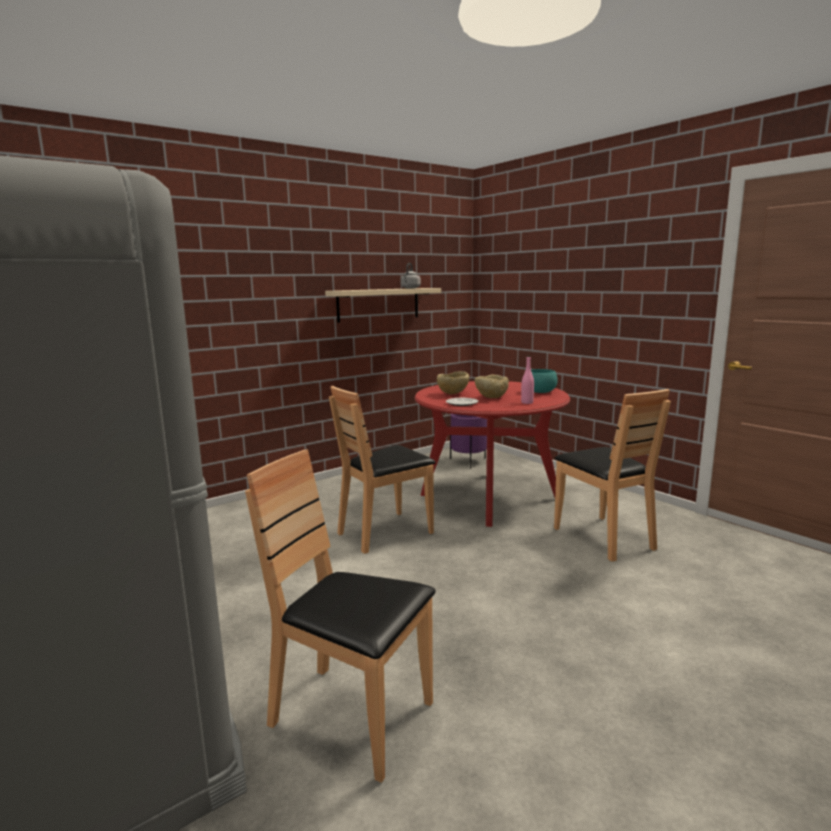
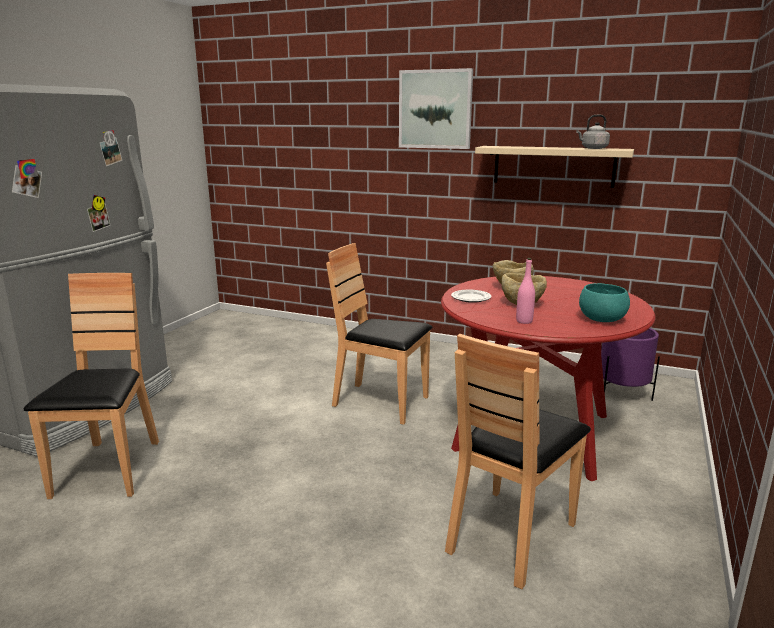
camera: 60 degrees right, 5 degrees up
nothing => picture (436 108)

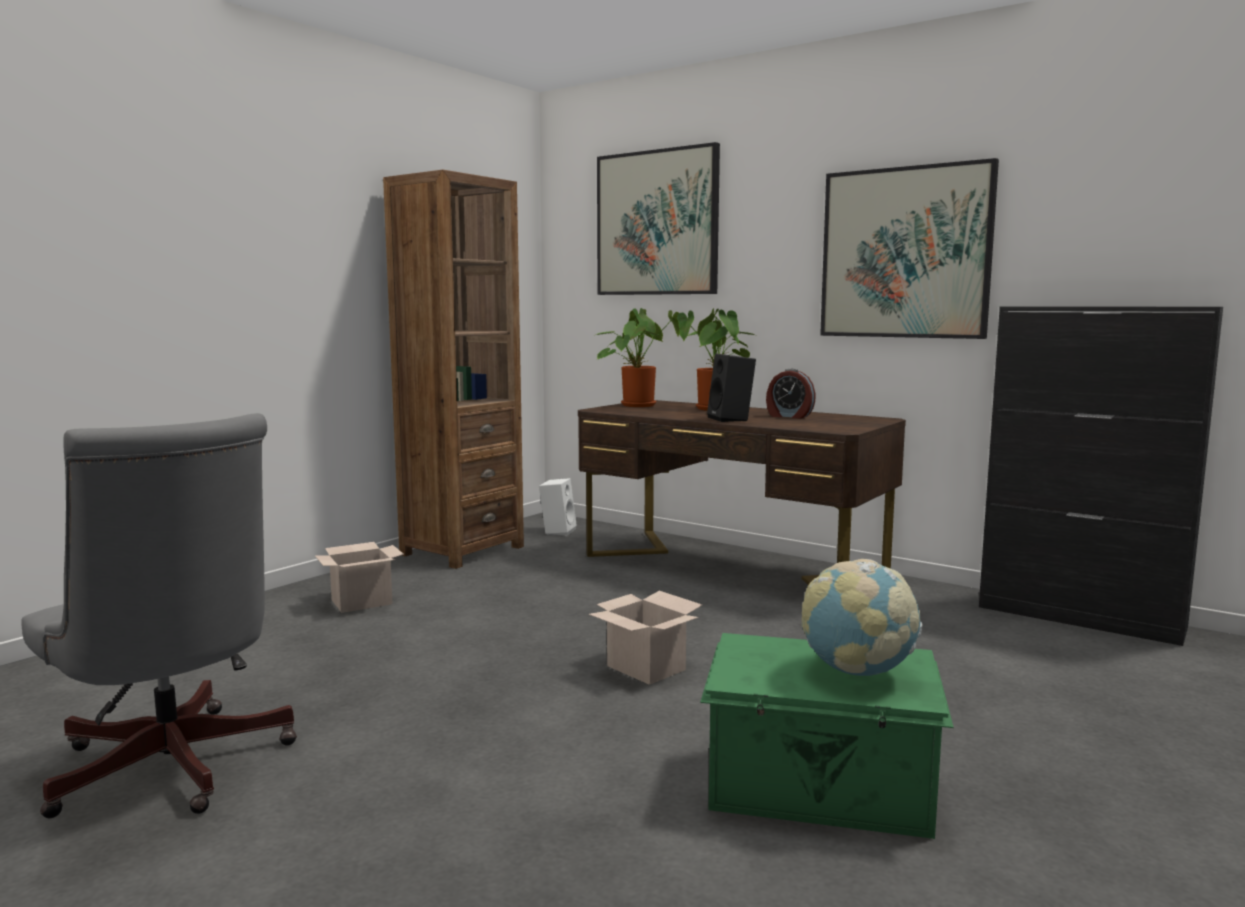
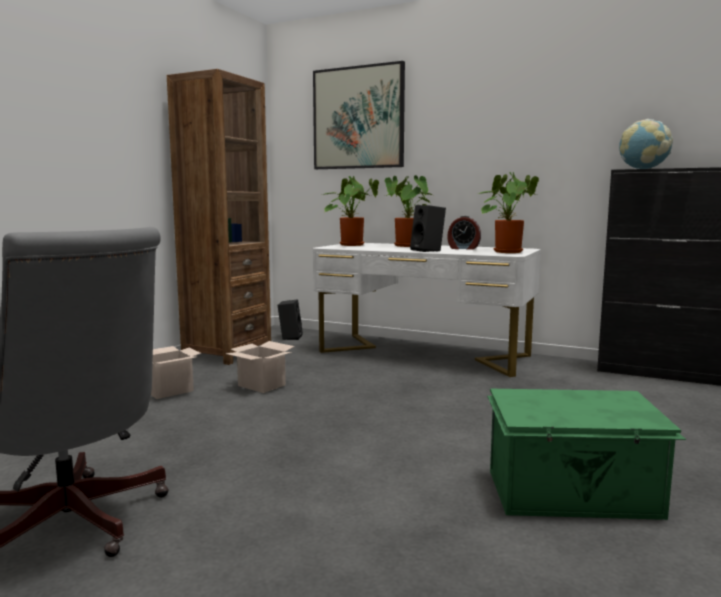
camera: 10 degrees left, 0 degrees up
white speaker (558 507) => black speaker (290 320)
brown desk (742 492) => white desk (427 310)
cardboard box (645 638) => cardboard box (260 367), shifted
globe (862 617) => globe (646 144), shifted
picture (909 248) => nothing
nothing => potted plant (508 212)

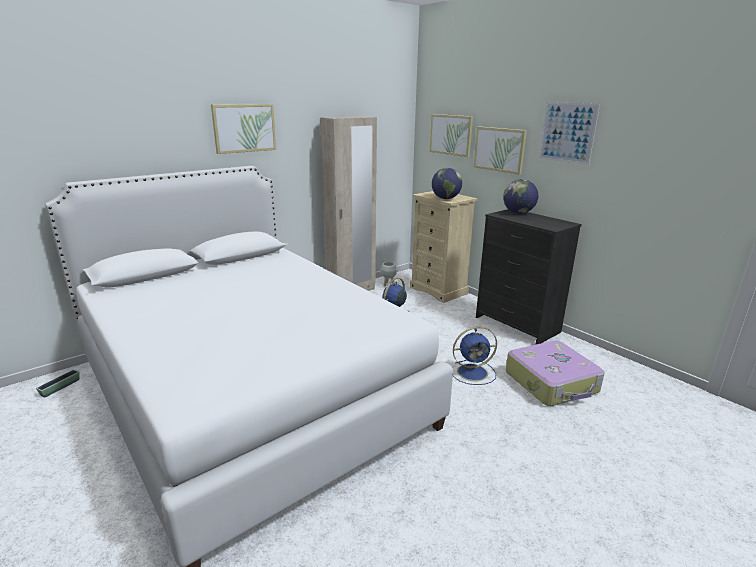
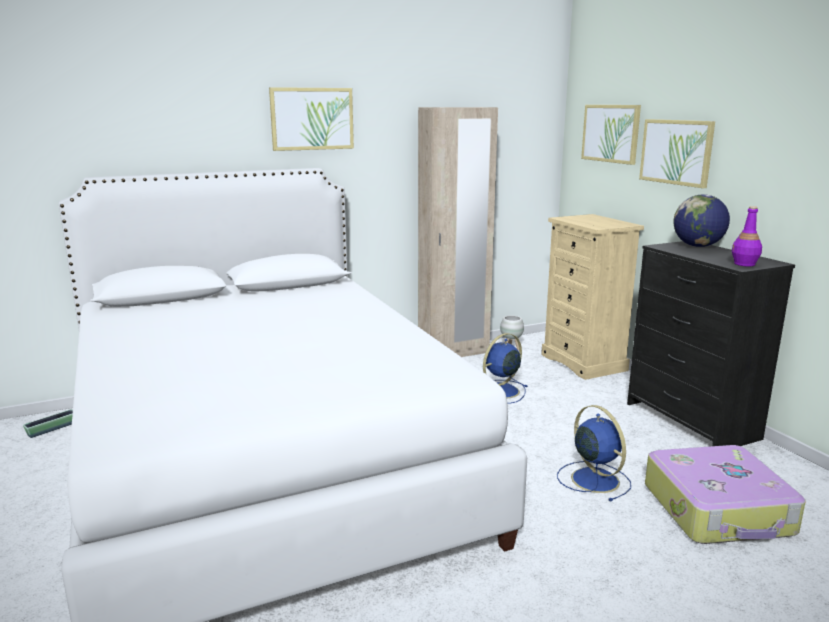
camera: 15 degrees right, 5 degrees down
globe (447 183) => nothing
blue fan (475 355) => blue fan (594 453), 120 degrees counterclockwise
picture (569 133) => nothing
nothing => purple bottle (747 236)

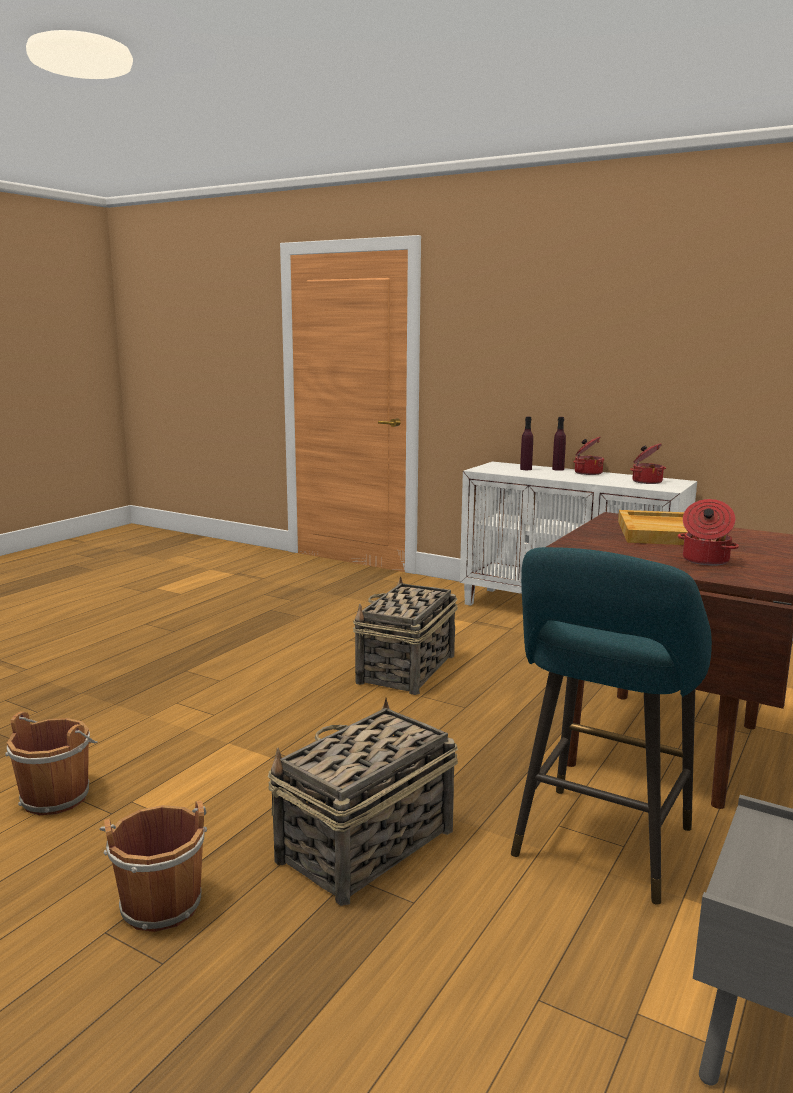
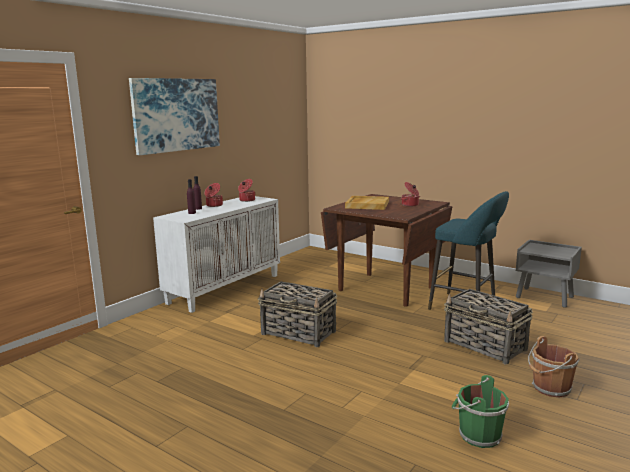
camera: 85 degrees left, 0 degrees up
brown bucket (51 763) => green bucket (480 411)
nothing => picture (174 116)

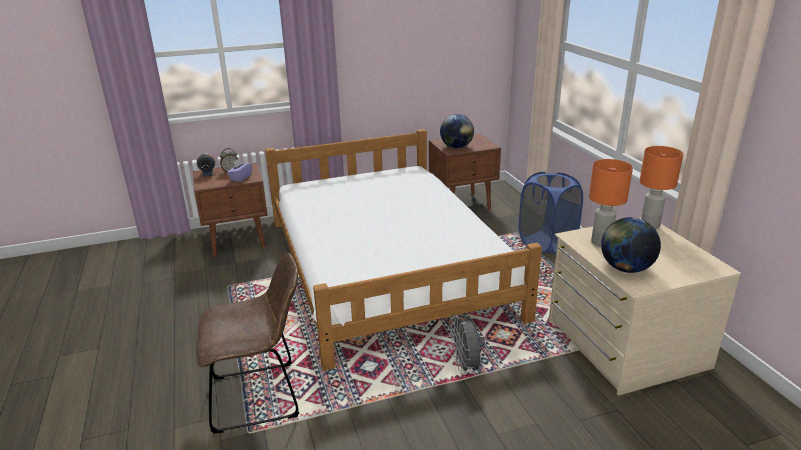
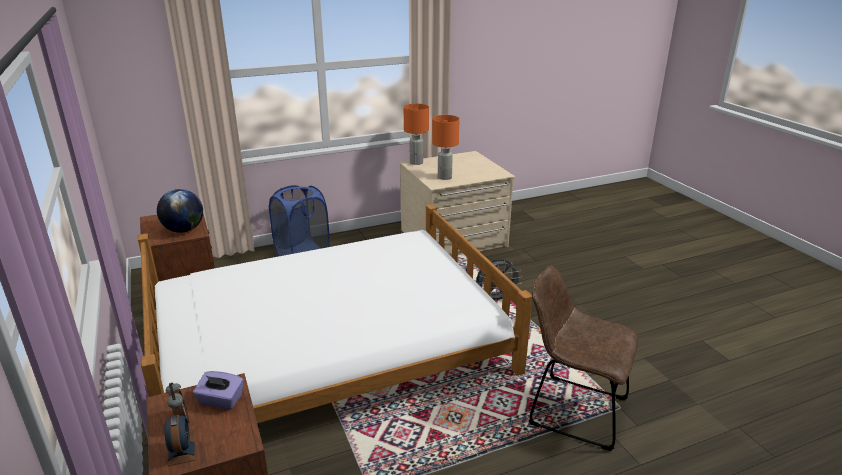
camera: 95 degrees left, 0 degrees up
brown chair (248 343) => brown chair (583 358), 45 degrees counterclockwise
globe (631 245) => nothing

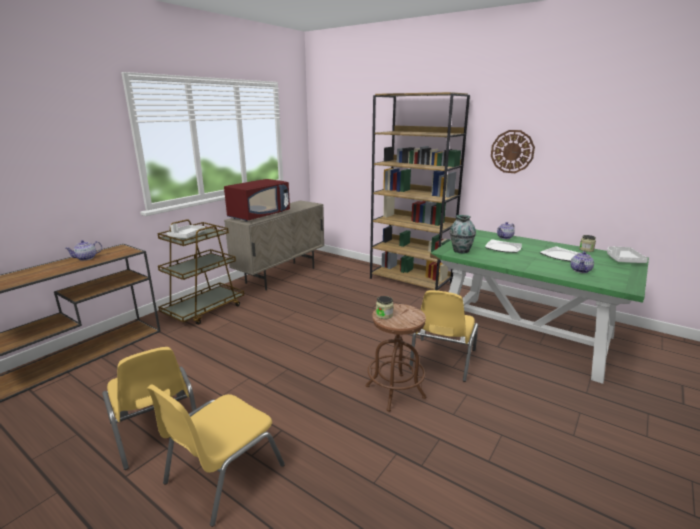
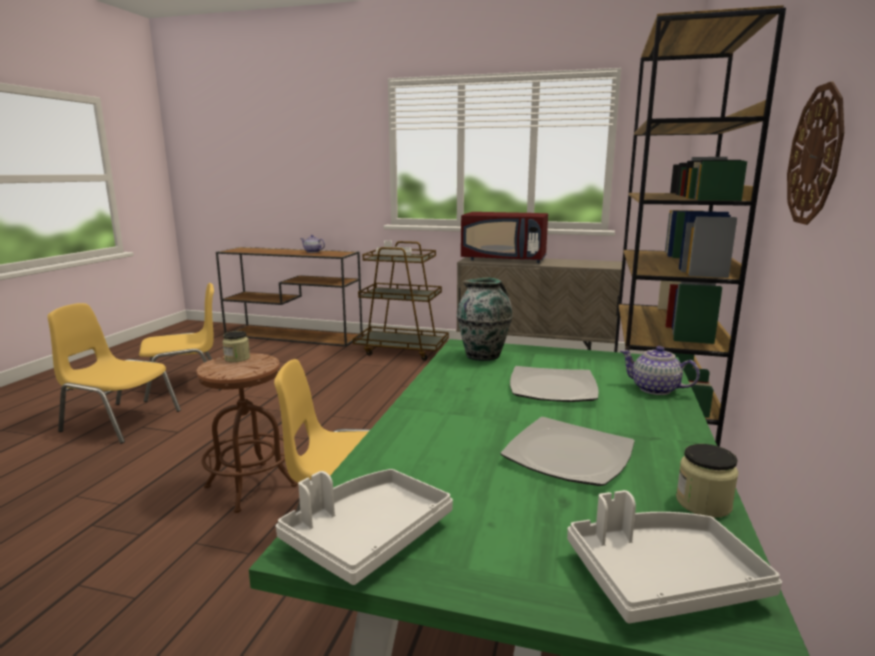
camera: 70 degrees right, 5 degrees down
yellow chair (149 408) => yellow chair (180 342), 150 degrees counterclockwise
teapot (582 262) => nothing
nothing => white tray (364 527)

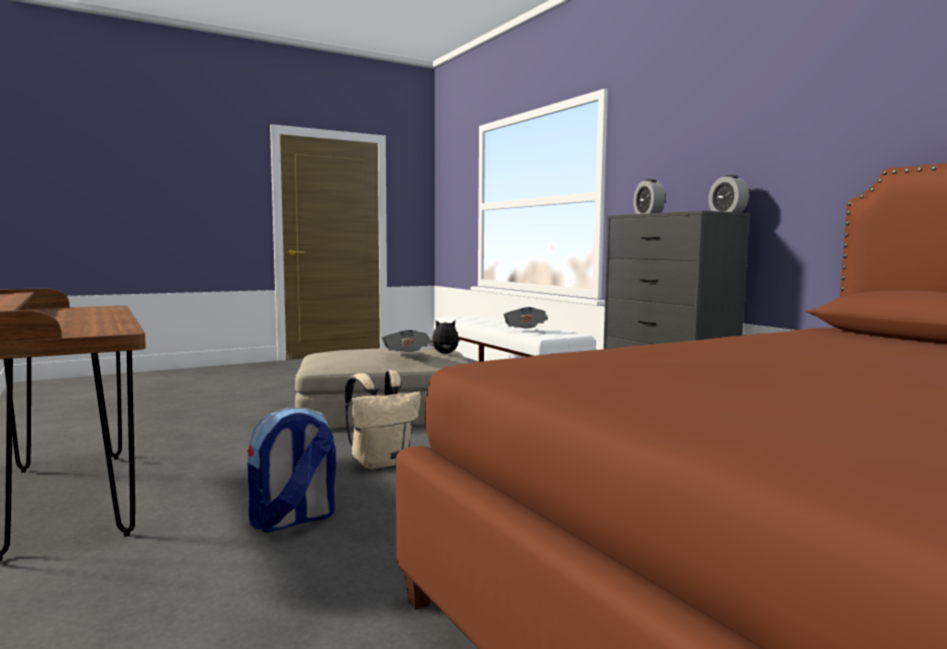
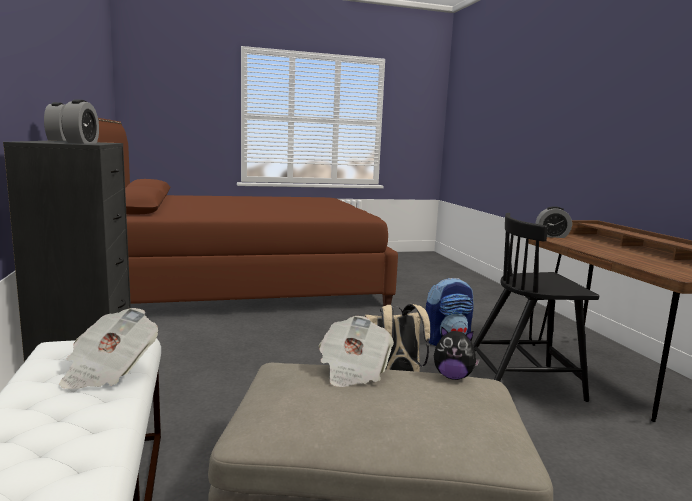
camera: 165 degrees left, 5 degrees up
plush toy (444 336) => plush toy (457 353), shifted
nothing => black chair (536 307)
nothing => alarm clock (554 222)

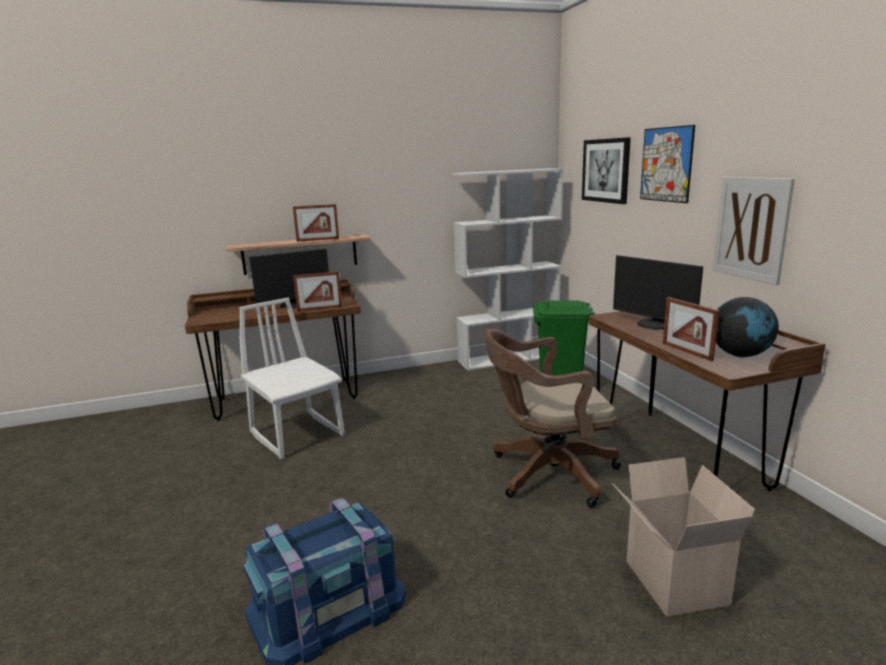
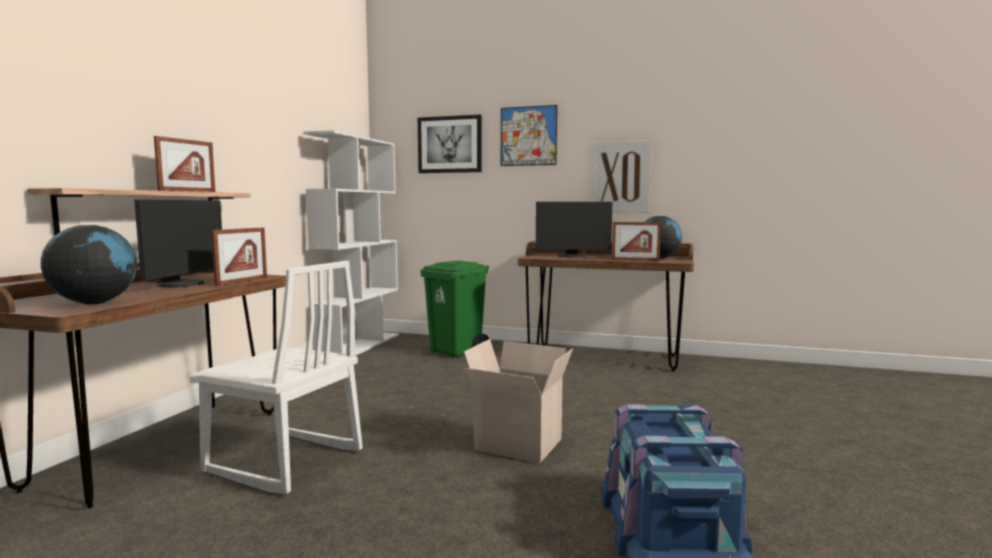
camera: 55 degrees left, 10 degrees down
white chair (292 378) => white chair (276 377), 150 degrees counterclockwise
brown office chair (552 418) => nothing
cardboard box (683 537) => cardboard box (518 401), shifted
nothing => globe (89 264)

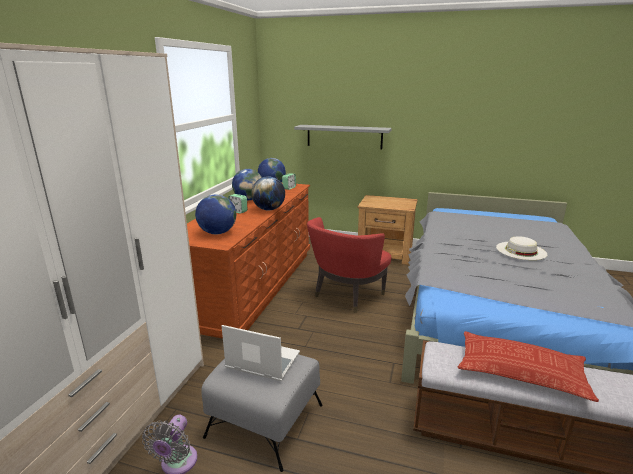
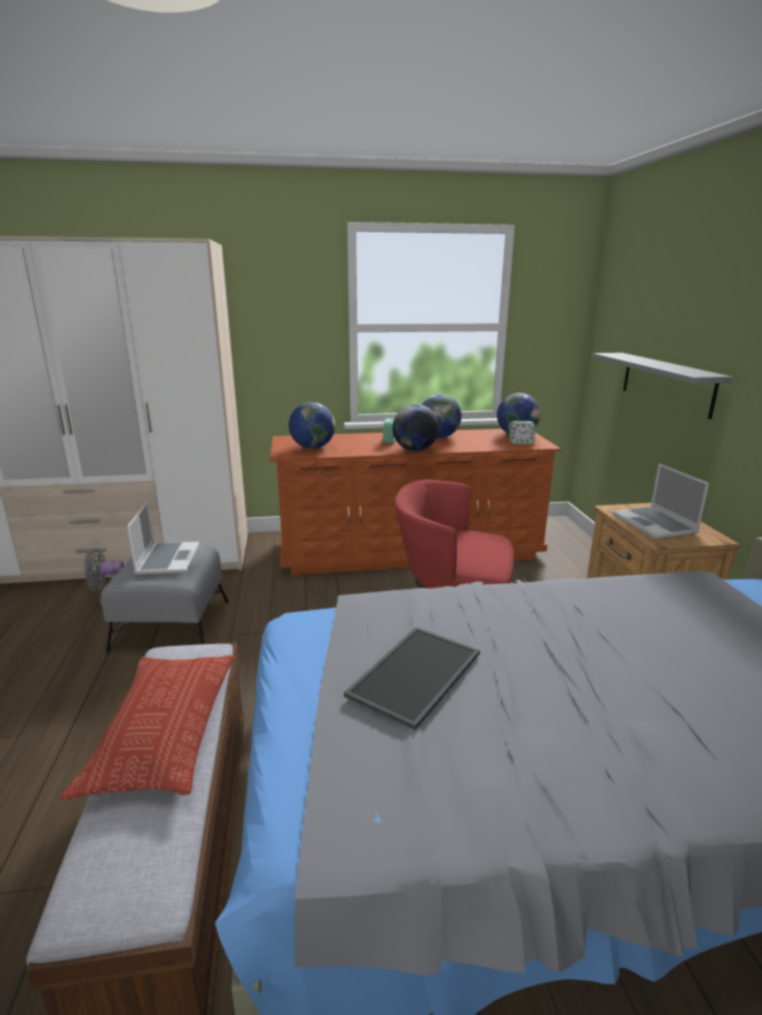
camera: 65 degrees right, 0 degrees up
white hat (521 248) => nothing
nothing => tray (412 678)
nothing => laptop (661 501)

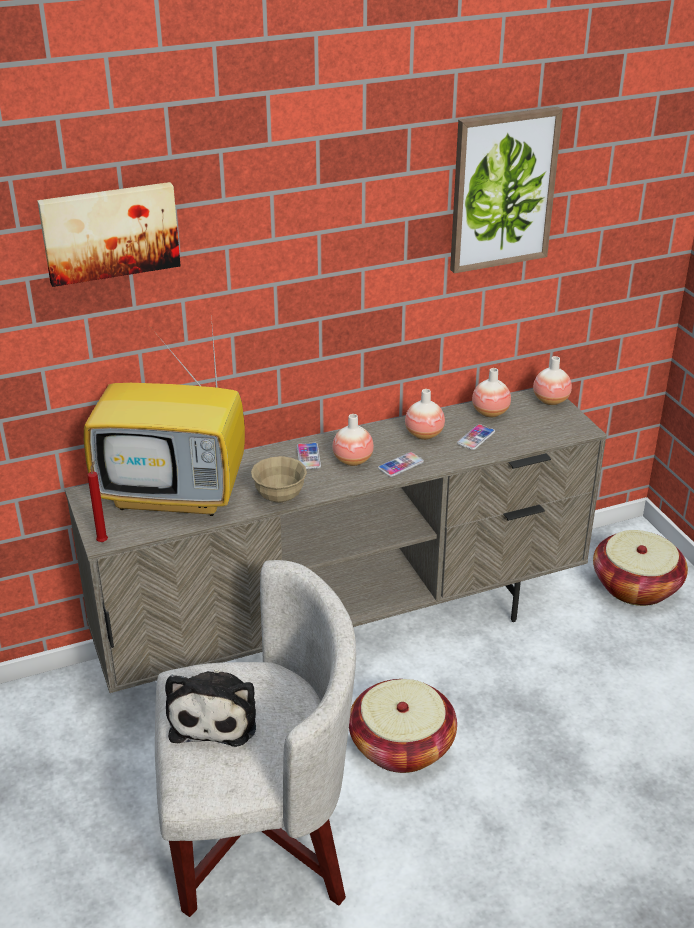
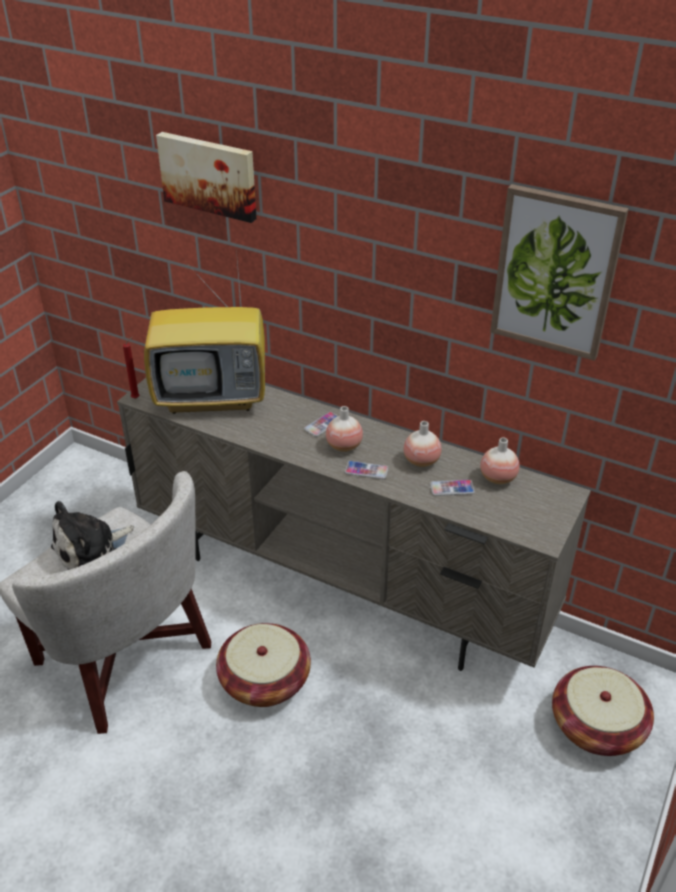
camera: 50 degrees right, 5 degrees up
television (164 416) => television (204 332), 60 degrees counterclockwise
beige bowl (279 479) => nothing
vase (552 380) => nothing

